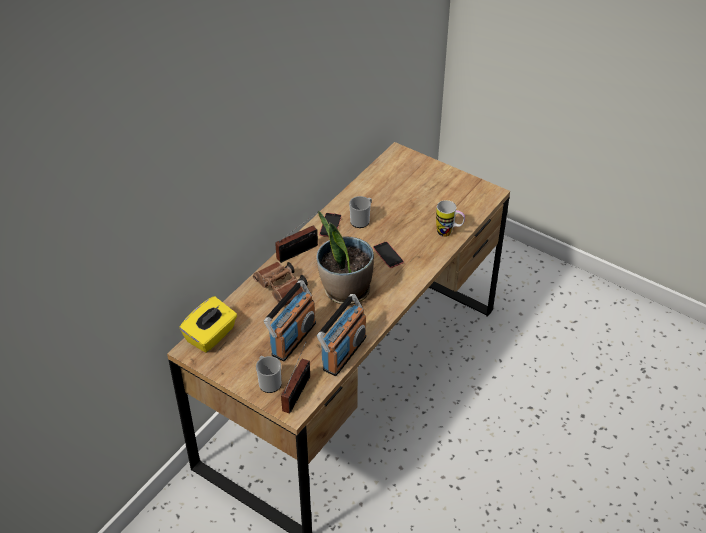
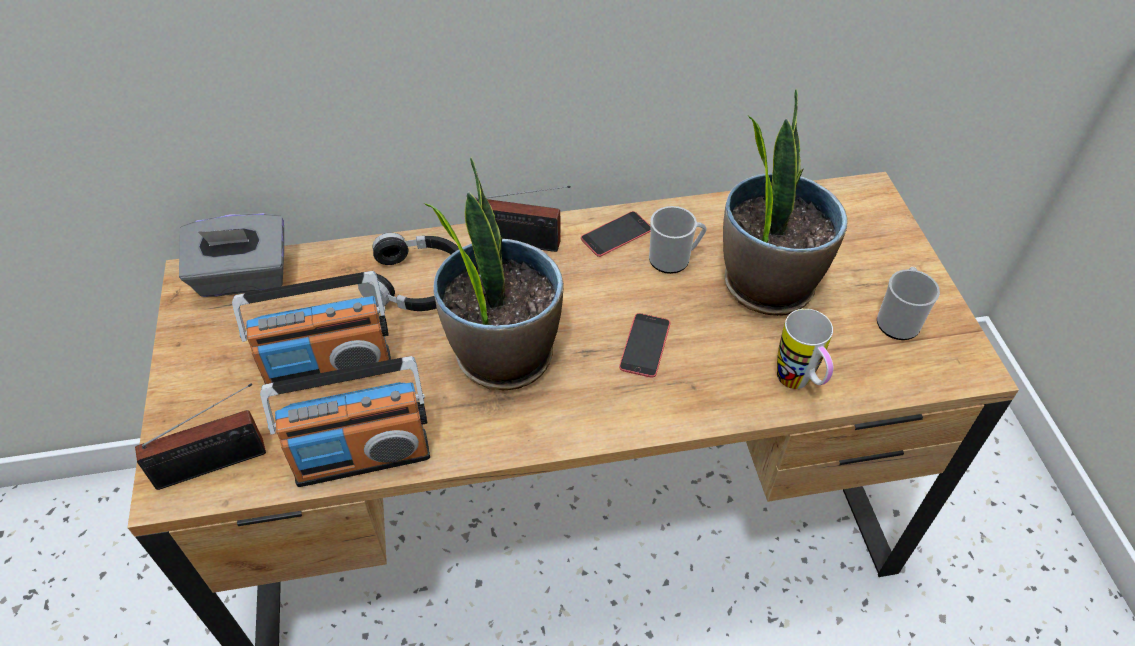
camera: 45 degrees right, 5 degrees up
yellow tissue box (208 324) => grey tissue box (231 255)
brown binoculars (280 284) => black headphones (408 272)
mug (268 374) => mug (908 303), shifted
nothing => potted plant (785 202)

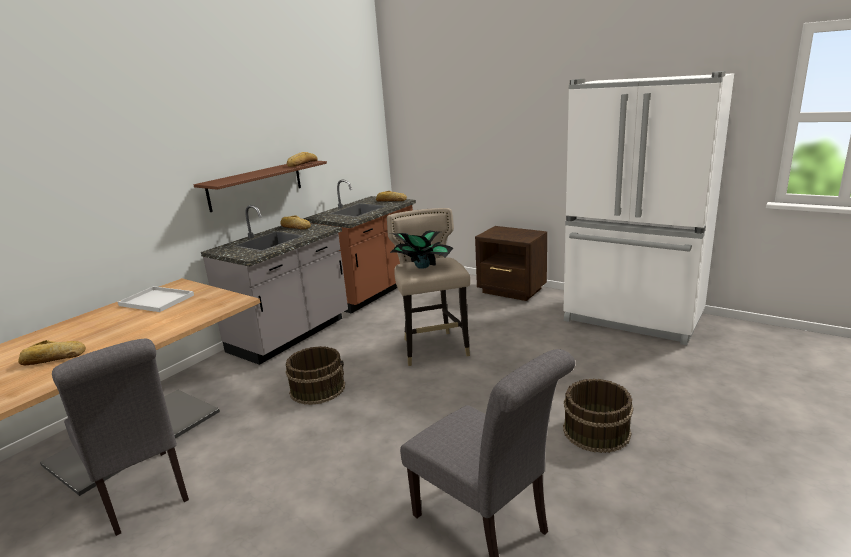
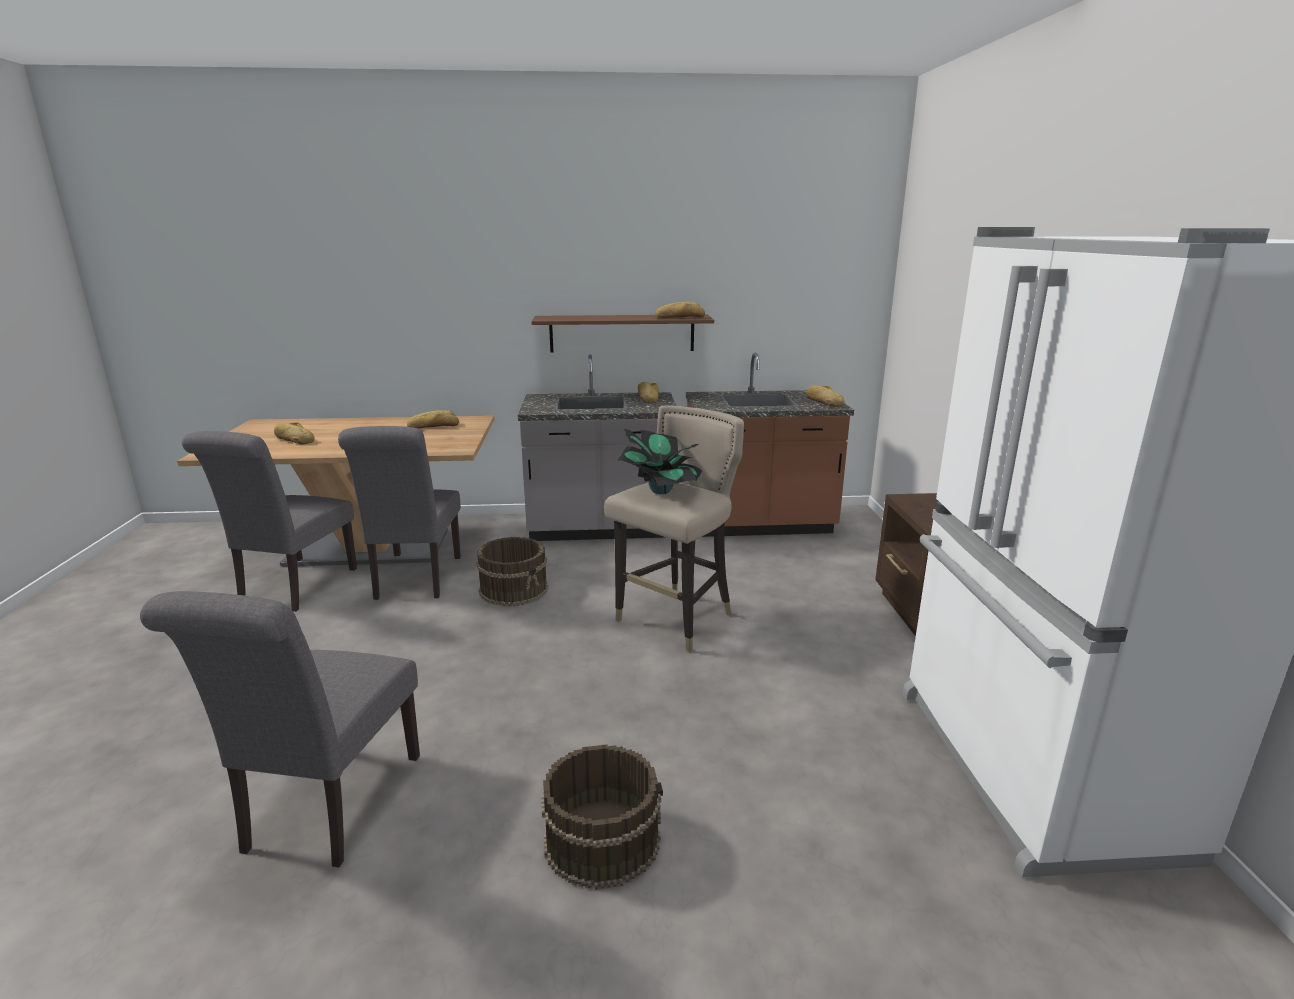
camera: 50 degrees right, 0 degrees up
white tray (156 299) => bread (433 419)
nothing => grey chair (399 513)

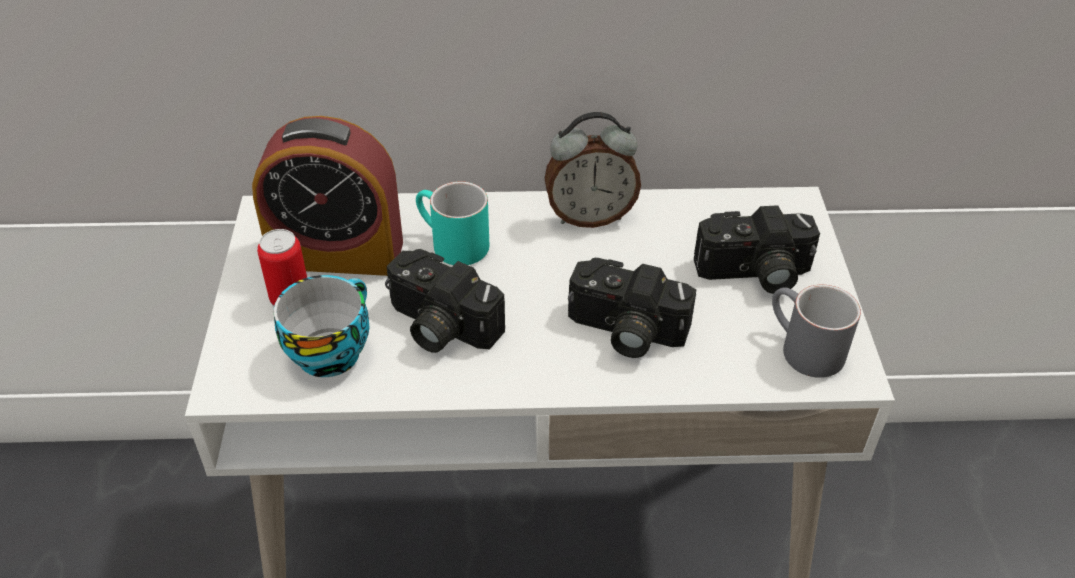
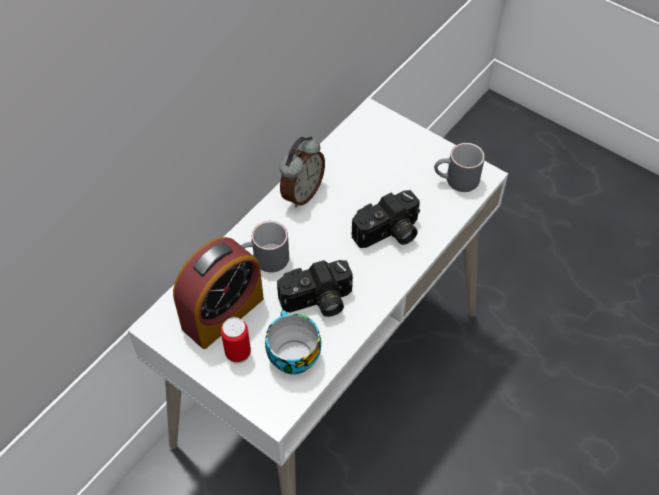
camera: 50 degrees left, 10 degrees up
turquoise mug (452 223) => grey mug (265 246)
photo camera (757 249) => nothing

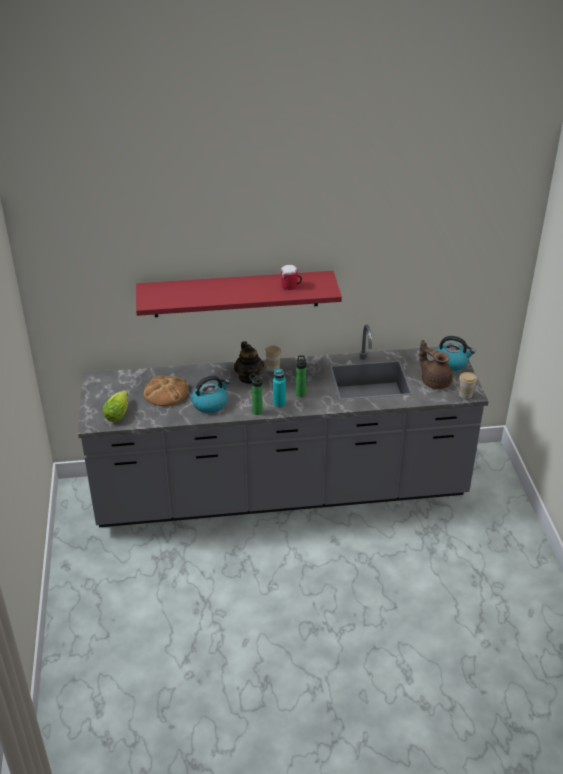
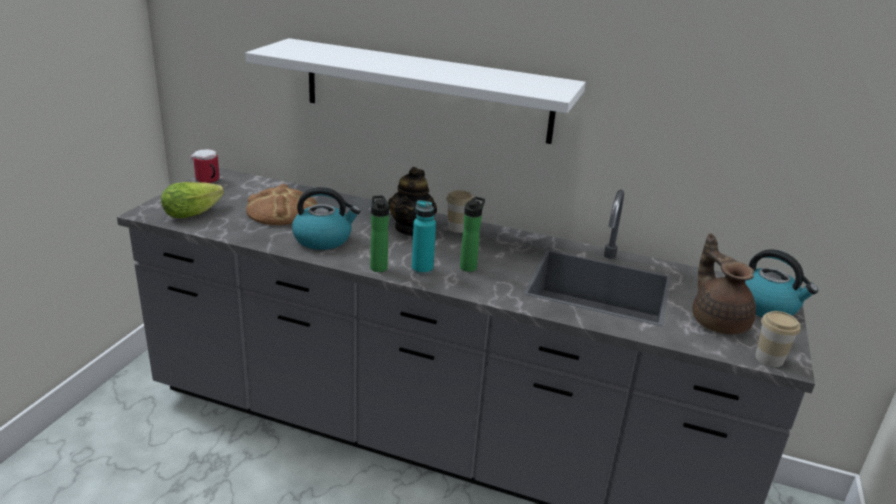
camera: 25 degrees right, 10 degrees down
red shelf (239 294) => white shelf (416 91)
mug (291 277) => mug (204 166), shifted

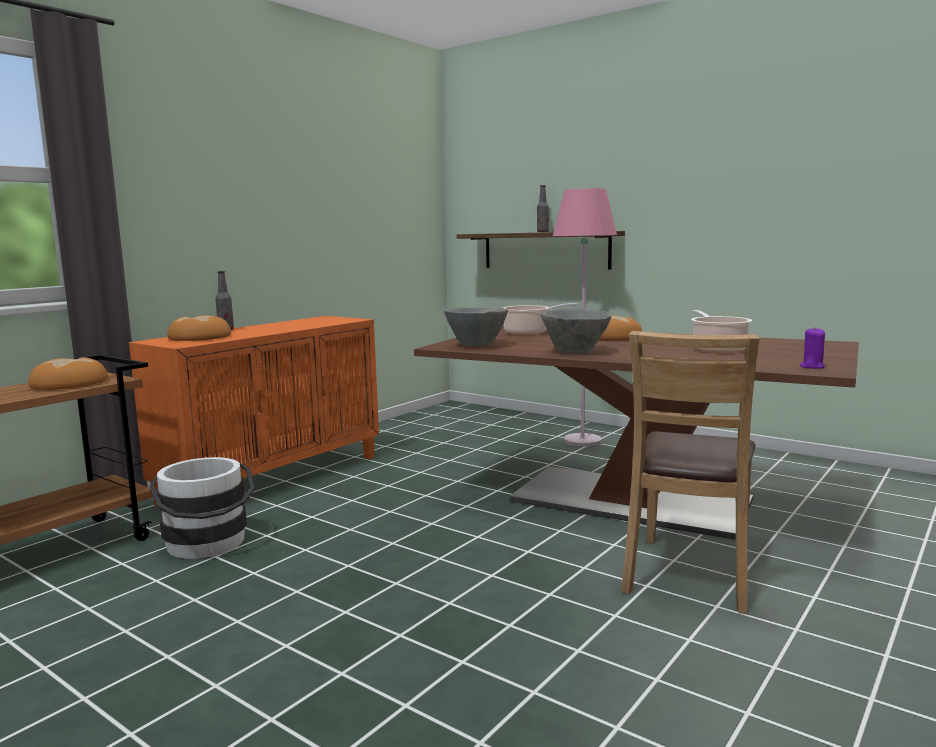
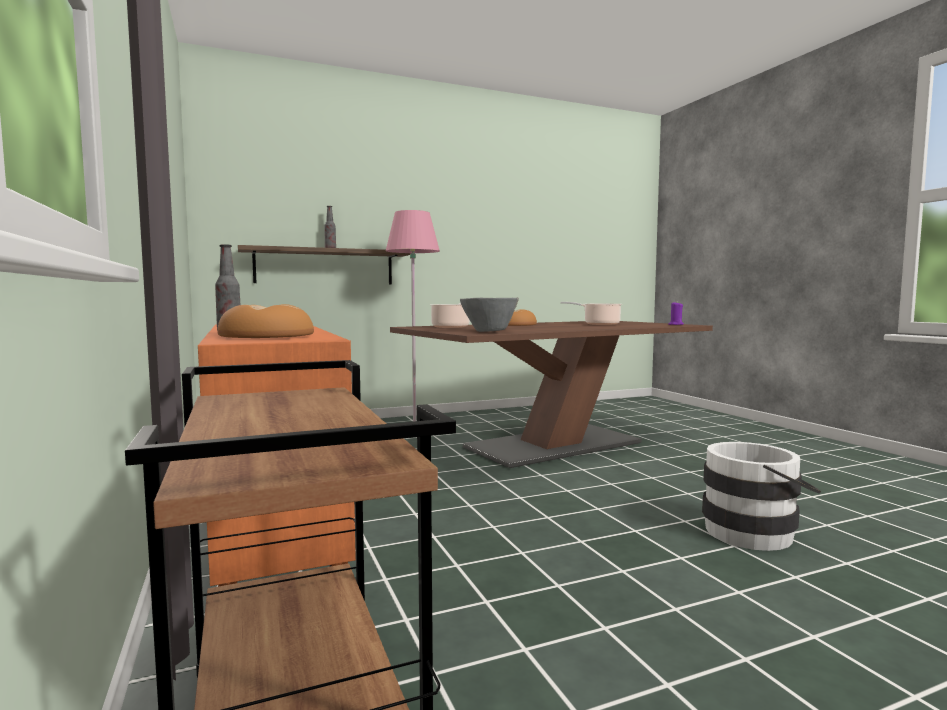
camera: 60 degrees left, 5 degrees down
bread (68 373) => nothing
white bucket (202 508) => white bucket (761 496), shifted
grey bowl (576 331) => nothing
brown chair (690 472) => nothing

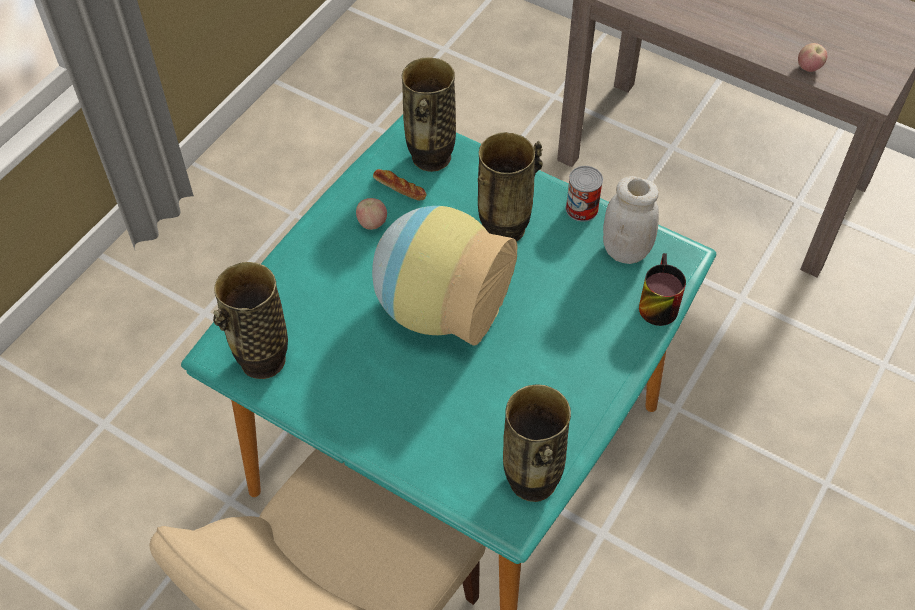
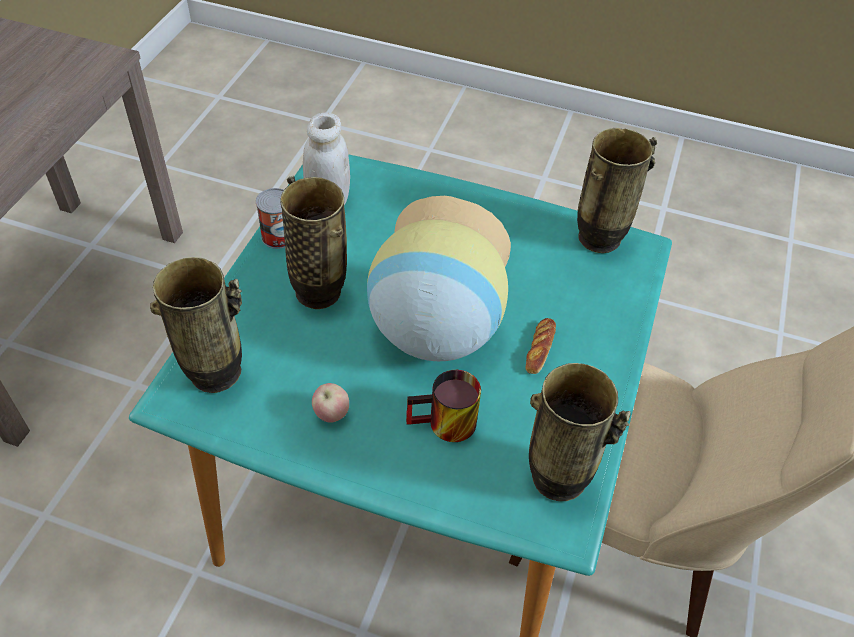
camera: 105 degrees left, 5 degrees down
bread (400 185) => bread (541 346), shifted
mug (662 289) => mug (443 406), shifted
apple (812 57) => nothing

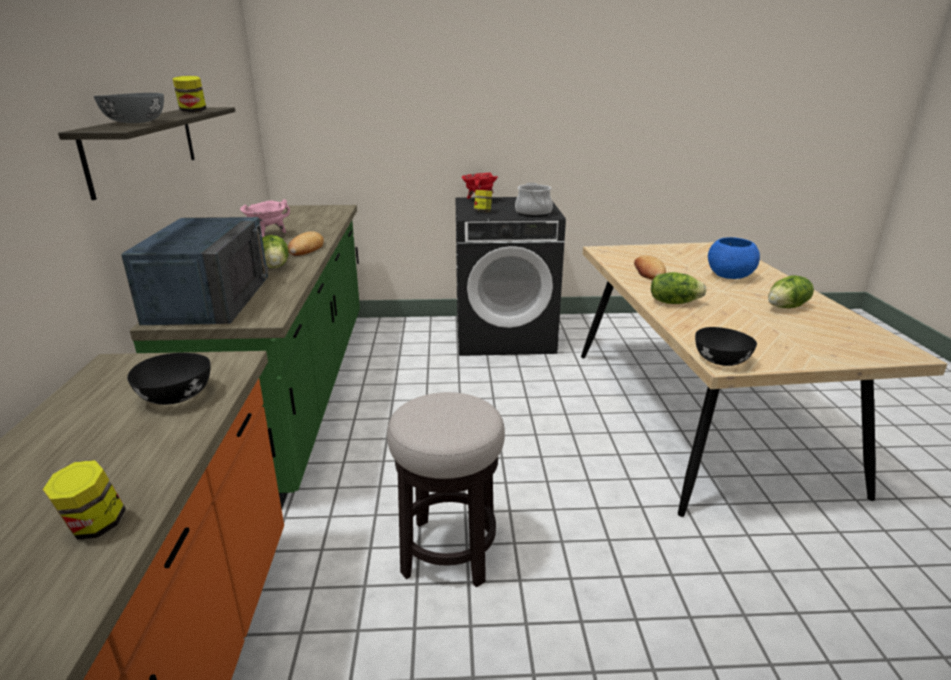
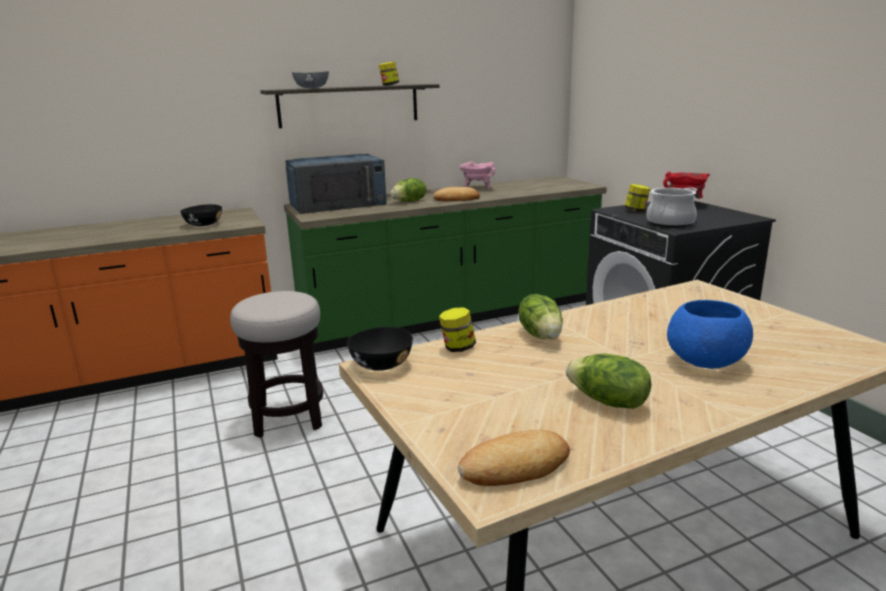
camera: 70 degrees right, 5 degrees down
jar (84 500) => jar (457 329), shifted
bread (650 267) => bread (514 458), shifted

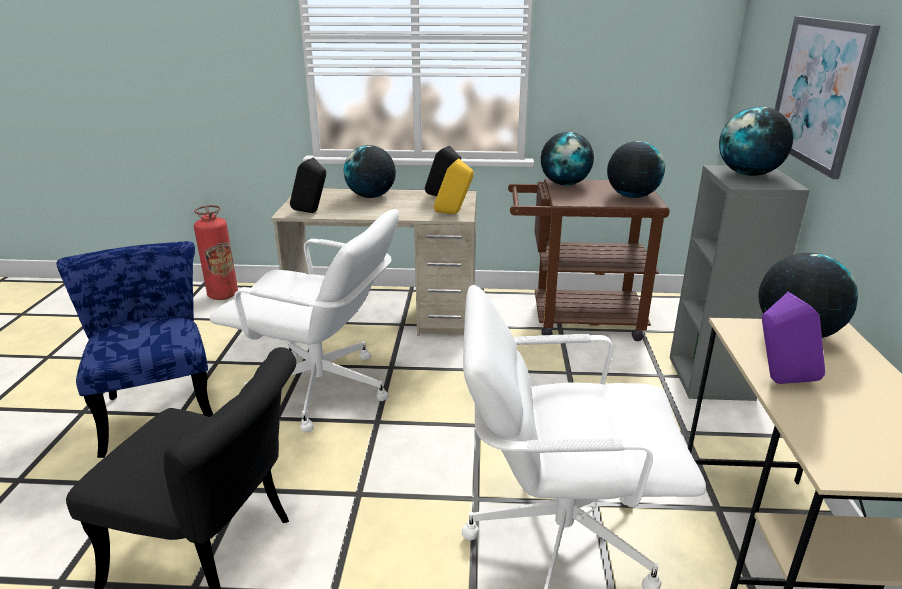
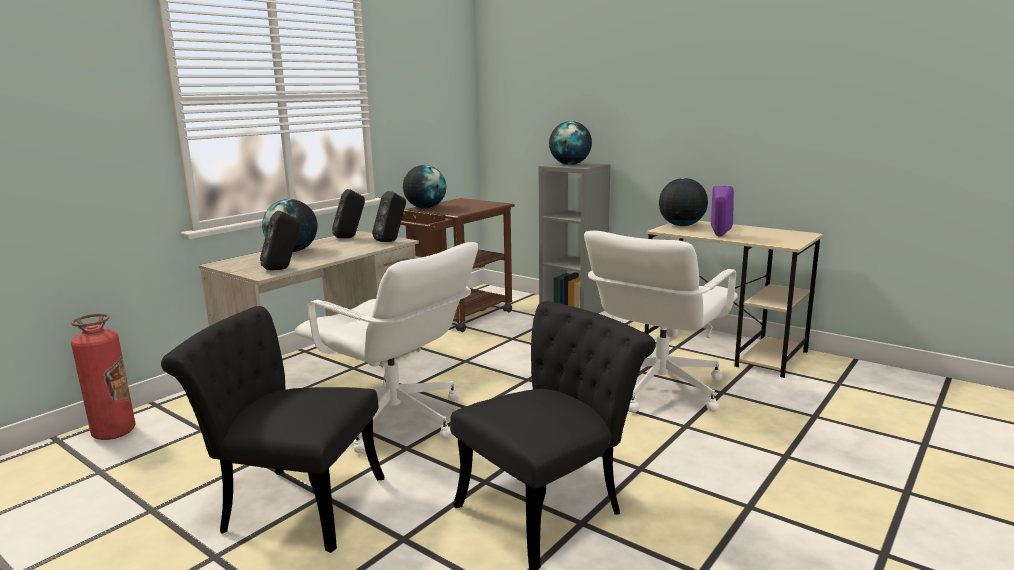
camera: 55 degrees left, 10 degrees down
blue chair (134 349) => black chair (272 429)
white office chair (304 320) => white office chair (386 347), 75 degrees clockwise
yellow speaker (454 186) => black speaker (389 216)
globe (636 169) => nothing
picture (827 97) => nothing

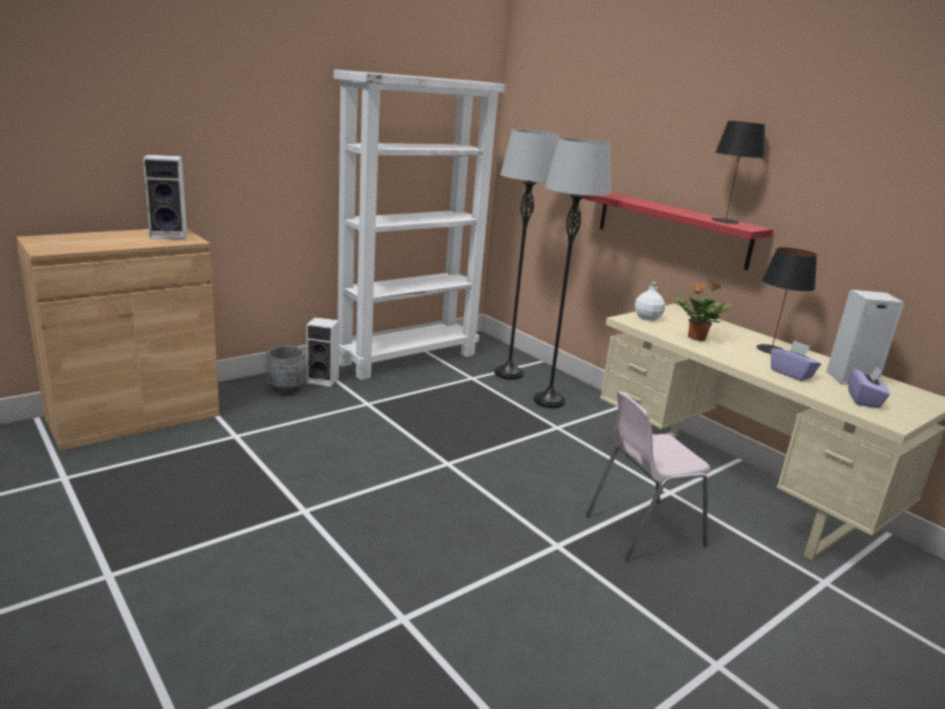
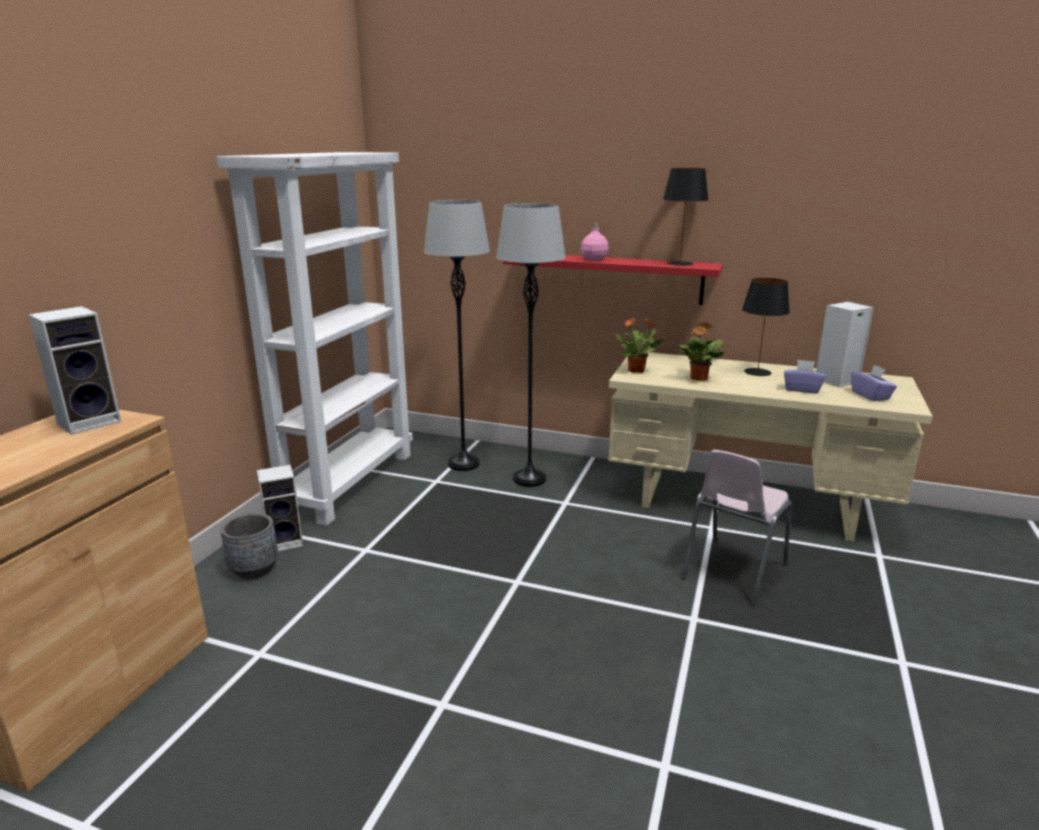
camera: 30 degrees left, 0 degrees up
white bottle (650 301) => potted plant (638 345)
nothing => pink bottle (595 242)

